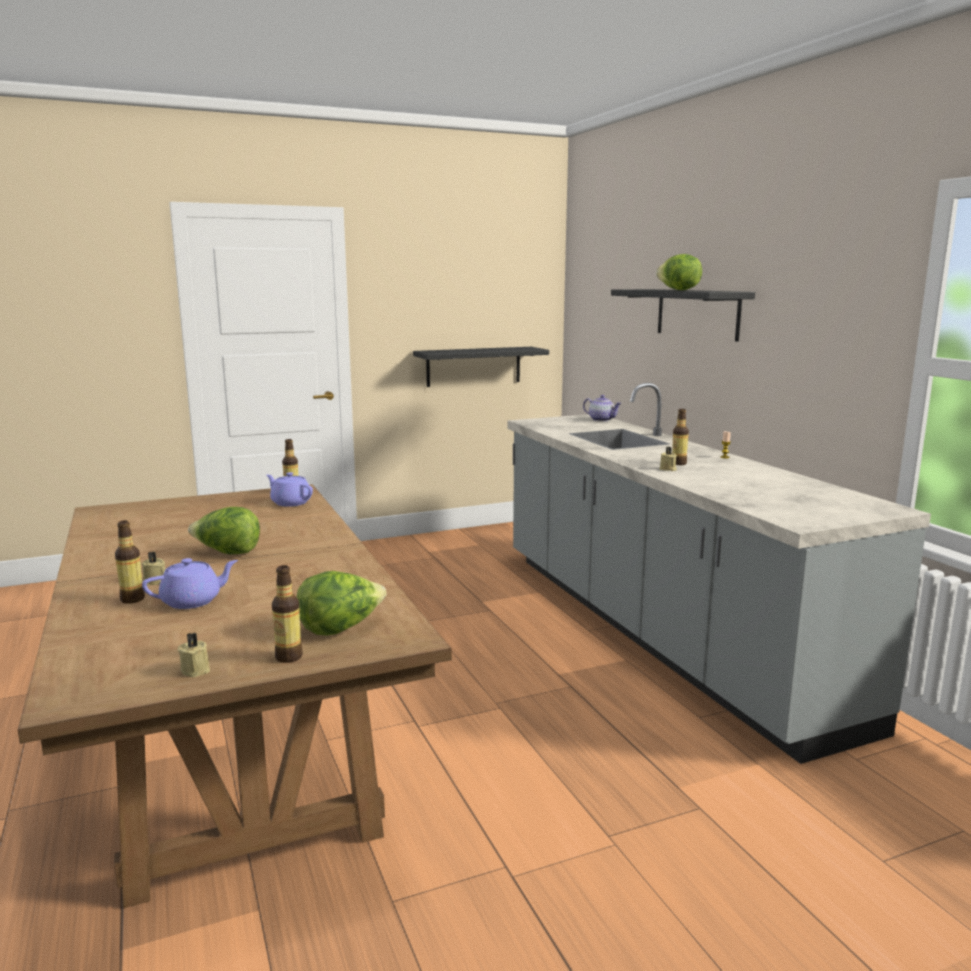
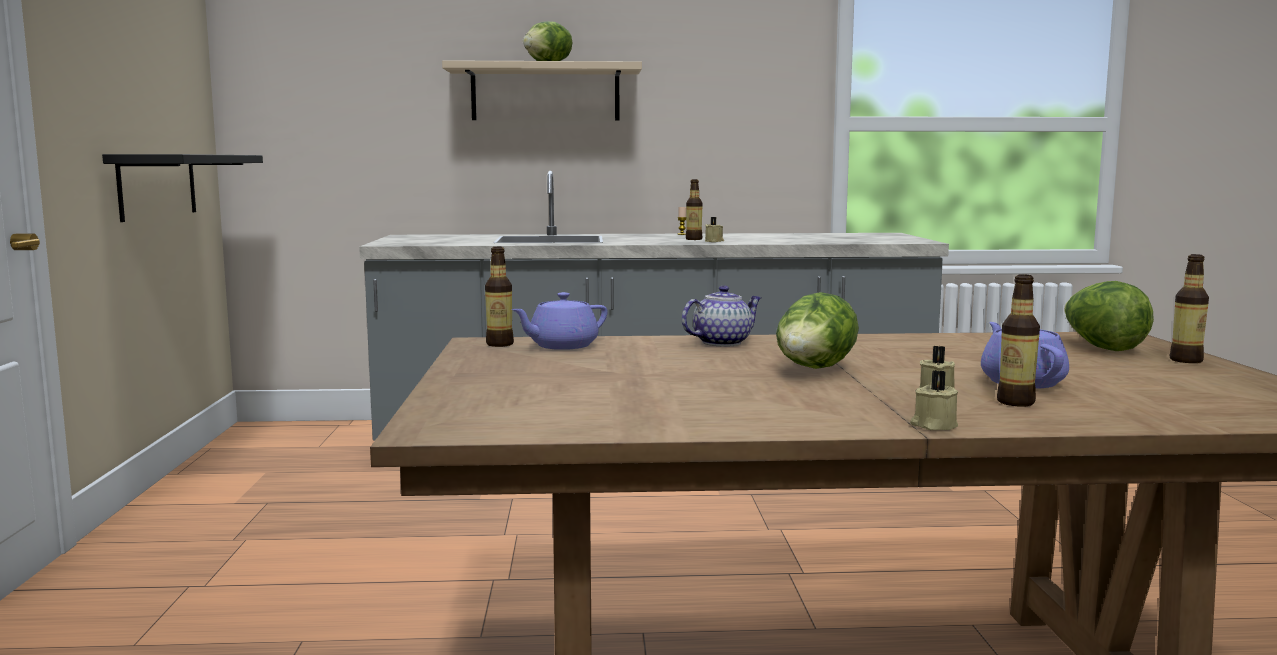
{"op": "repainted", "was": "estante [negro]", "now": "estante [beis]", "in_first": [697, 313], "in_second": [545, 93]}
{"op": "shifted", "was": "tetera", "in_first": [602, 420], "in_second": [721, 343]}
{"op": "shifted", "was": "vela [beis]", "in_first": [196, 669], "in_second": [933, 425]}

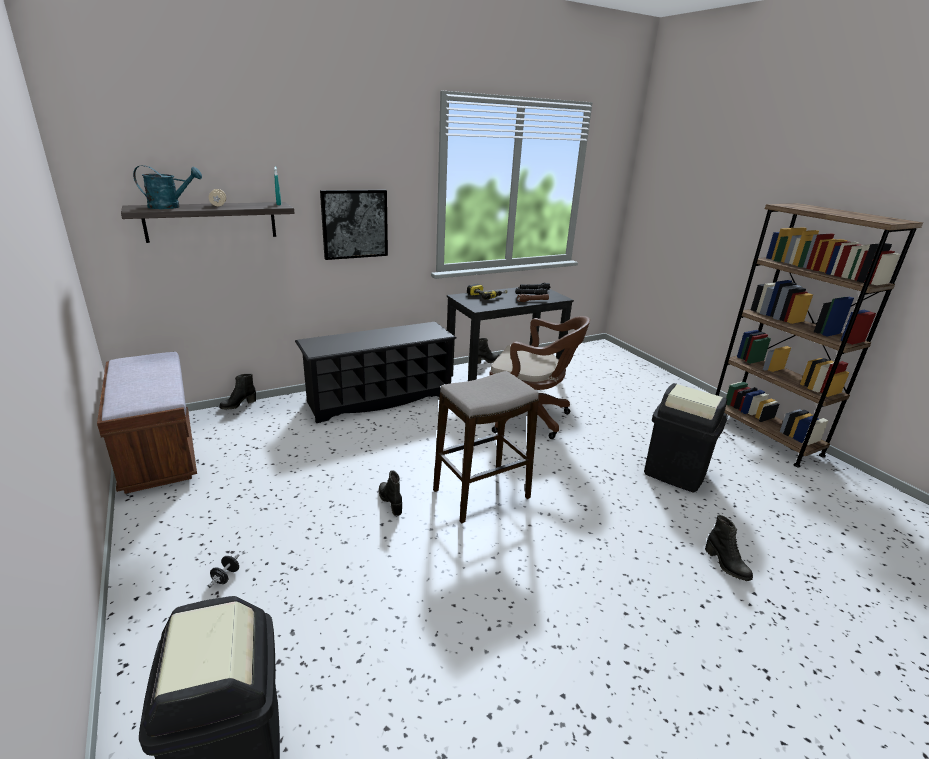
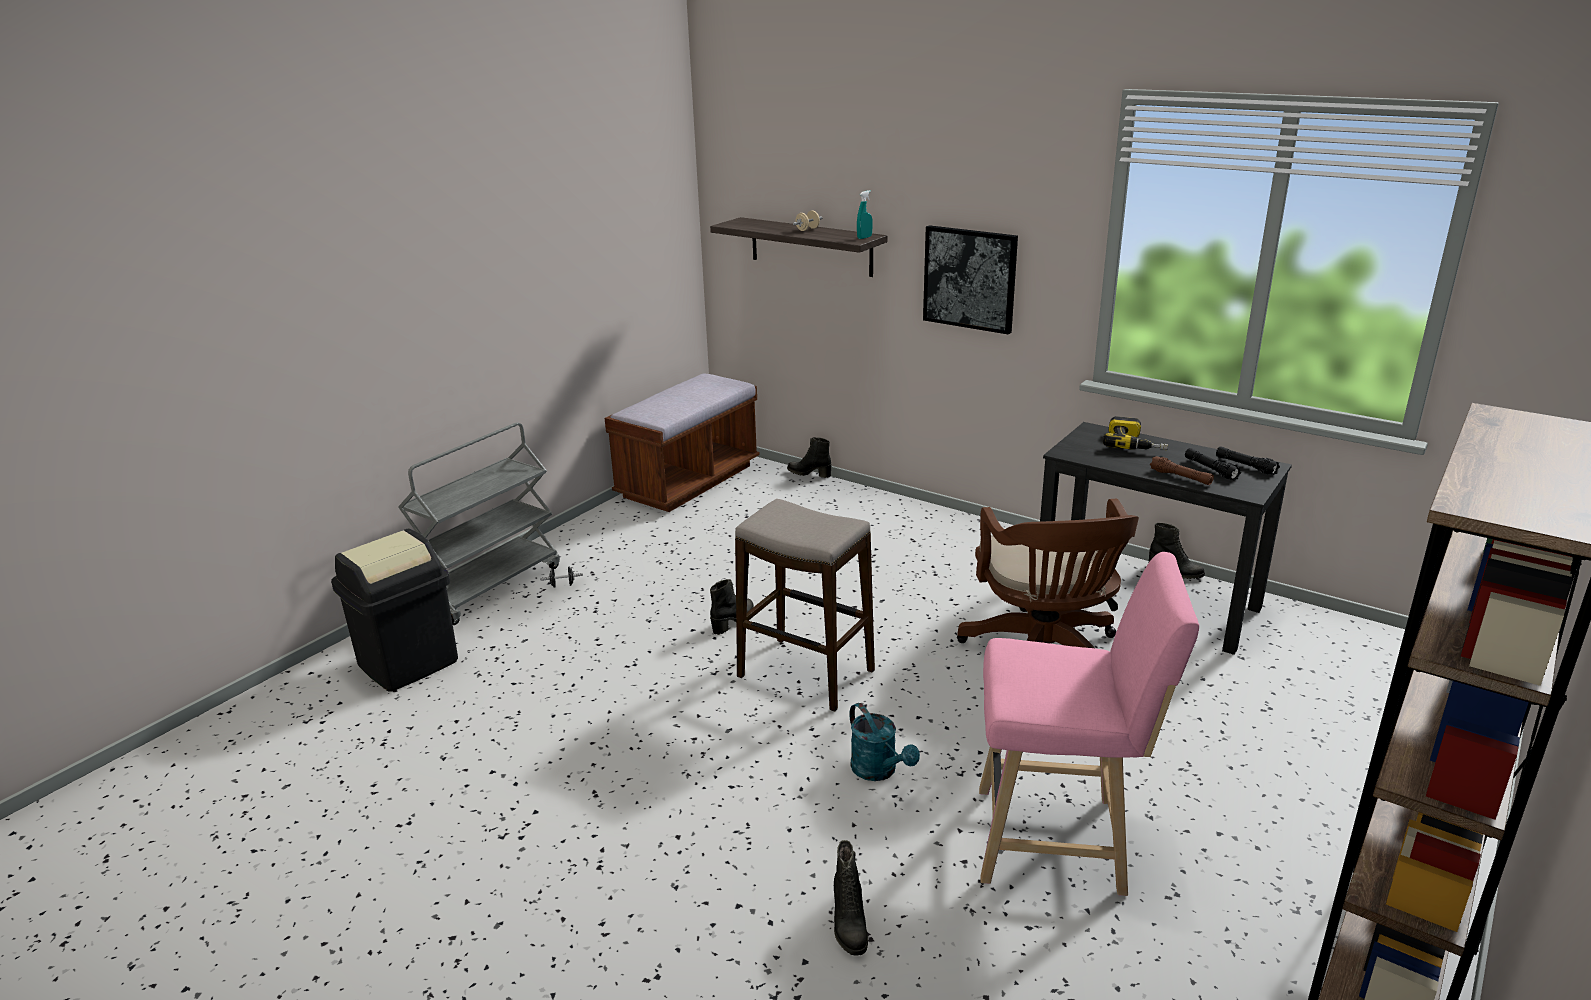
{"op": "new", "now": "carrito [gris]", "in_second": [490, 586]}
{"op": "rotated", "was": "bota [negro]", "in_first": [726, 565], "in_second": [848, 925], "clockwise": -45}
{"op": "shifted", "was": "regadera [turquesa]", "in_first": [170, 207], "in_second": [879, 771]}
{"op": "swapped", "was": "papelera [negro]", "now": "taburete [rosa]", "in_first": [675, 472], "in_second": [1060, 841]}
{"op": "gone", "was": "zapatero [negro]", "in_first": [379, 399]}

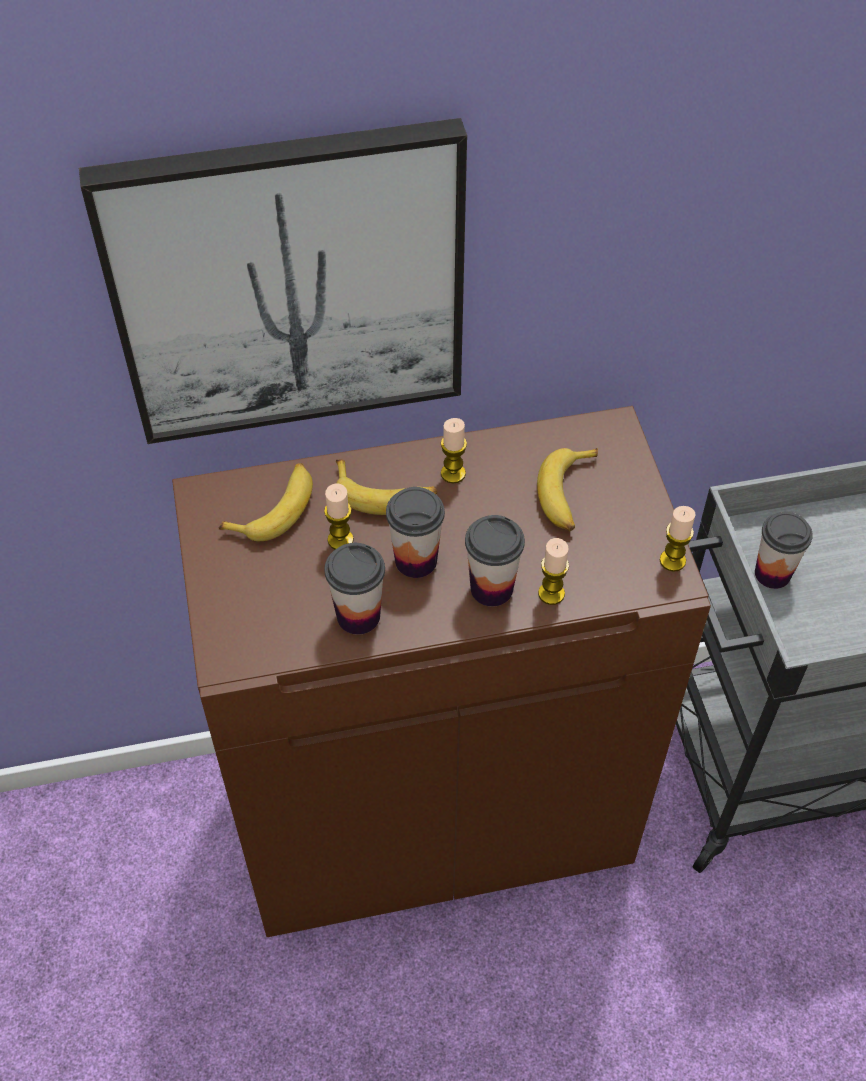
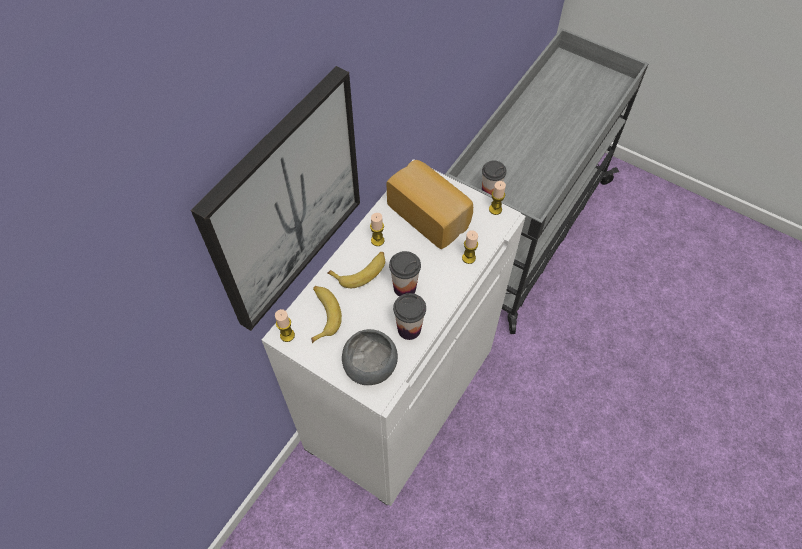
{"op": "repainted", "was": "armario [marrón]", "now": "armario [blanco]", "in_first": [434, 808], "in_second": [399, 396]}
{"op": "shifted", "was": "vela", "in_first": [340, 540], "in_second": [287, 335]}
{"op": "new", "now": "cuenco [gris]", "in_second": [371, 366]}
{"op": "swapped", "was": "plátano", "now": "pan", "in_first": [567, 495], "in_second": [430, 214]}
{"op": "gone", "was": "taza", "in_first": [491, 588]}

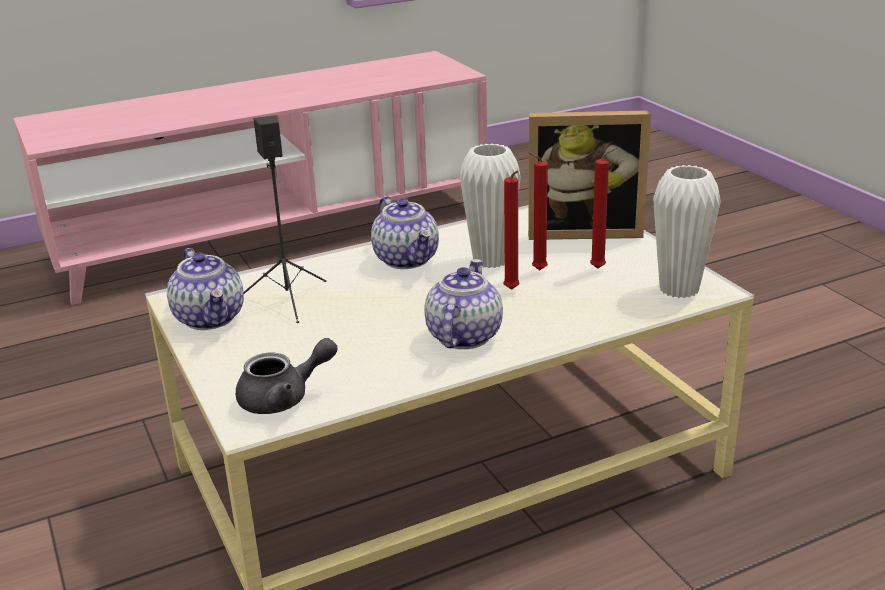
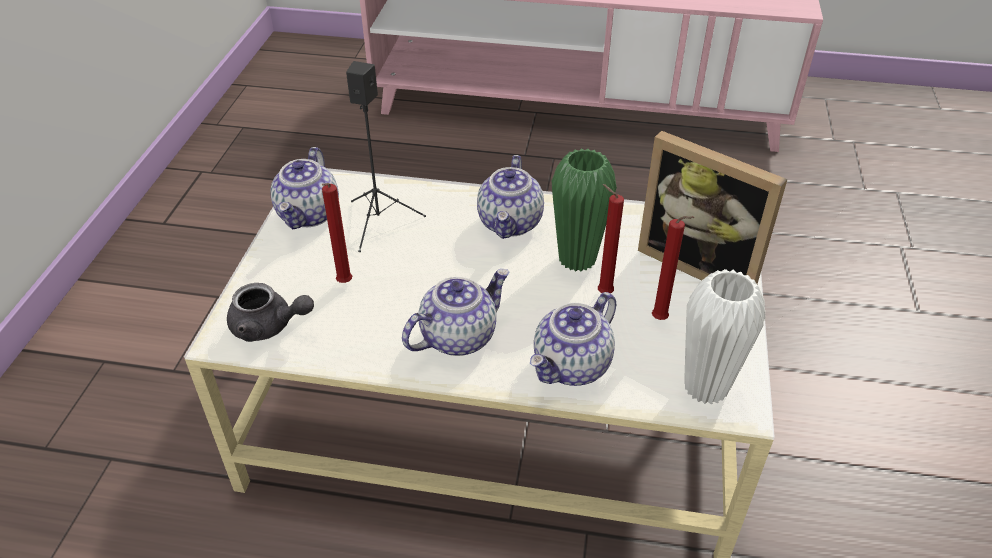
{"op": "shifted", "was": "vela [rojo]", "in_first": [512, 290], "in_second": [343, 284]}
{"op": "new", "now": "tetera", "in_second": [572, 366]}
{"op": "repainted", "was": "florero [blanco]", "now": "florero [verde]", "in_first": [491, 260], "in_second": [577, 259]}

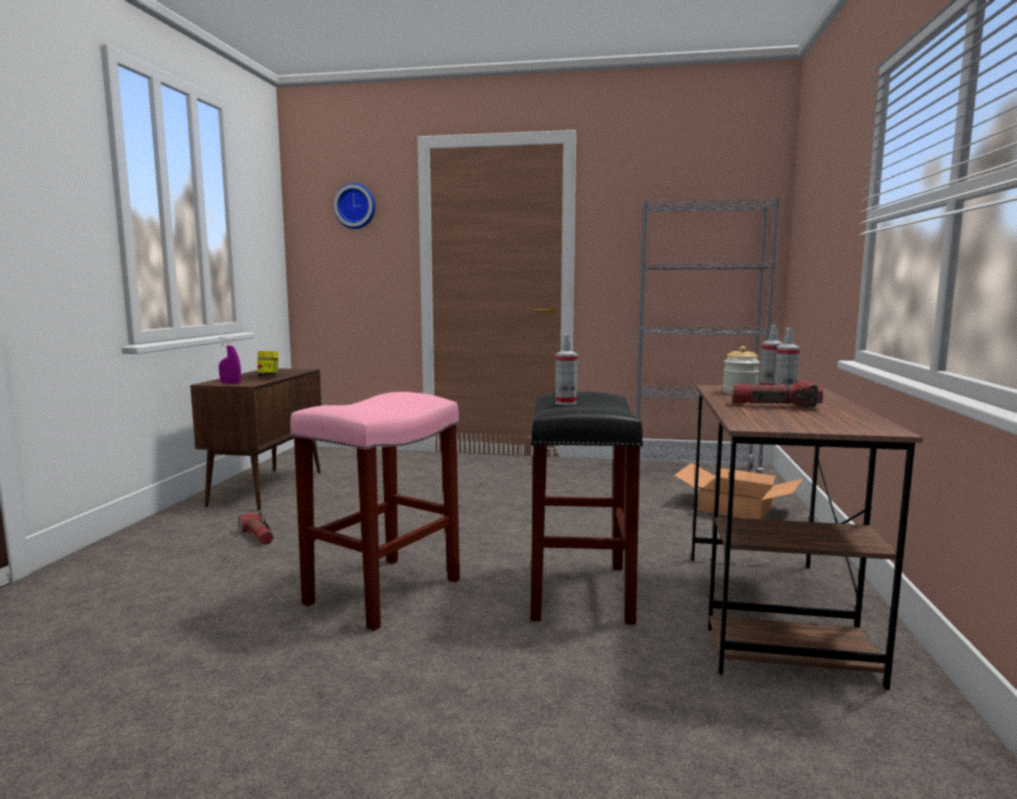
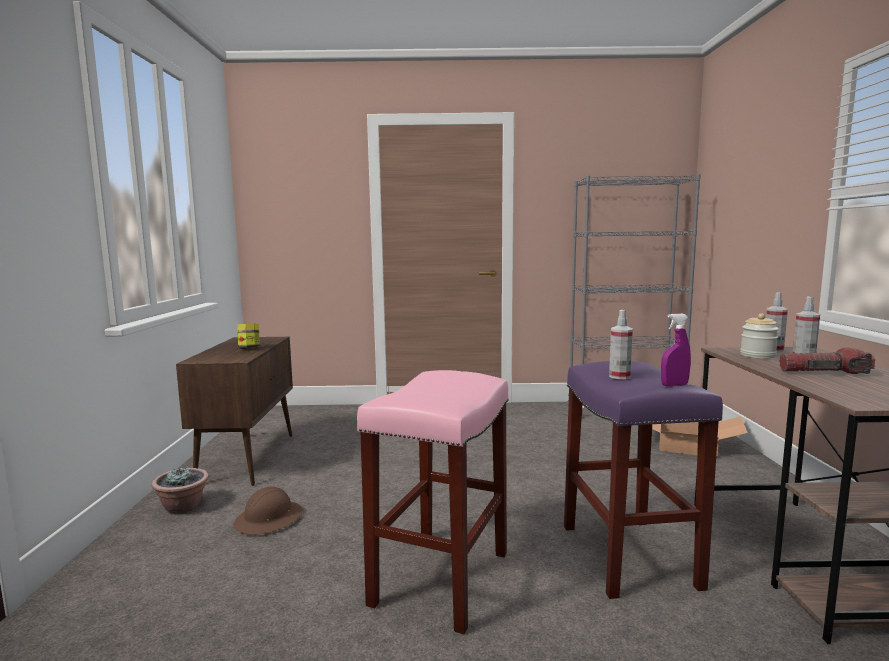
{"op": "new", "now": "planta en maceta", "in_second": [183, 507]}
{"op": "swapped", "was": "linterna", "now": "casco [marrón]", "in_first": [257, 536], "in_second": [269, 519]}
{"op": "repainted", "was": "taburete [negro]", "now": "taburete [morado]", "in_first": [579, 591], "in_second": [626, 554]}
{"op": "shifted", "was": "pulverizador [morado]", "in_first": [230, 383], "in_second": [674, 385]}
{"op": "gone", "was": "reloj de pared", "in_first": [356, 206]}

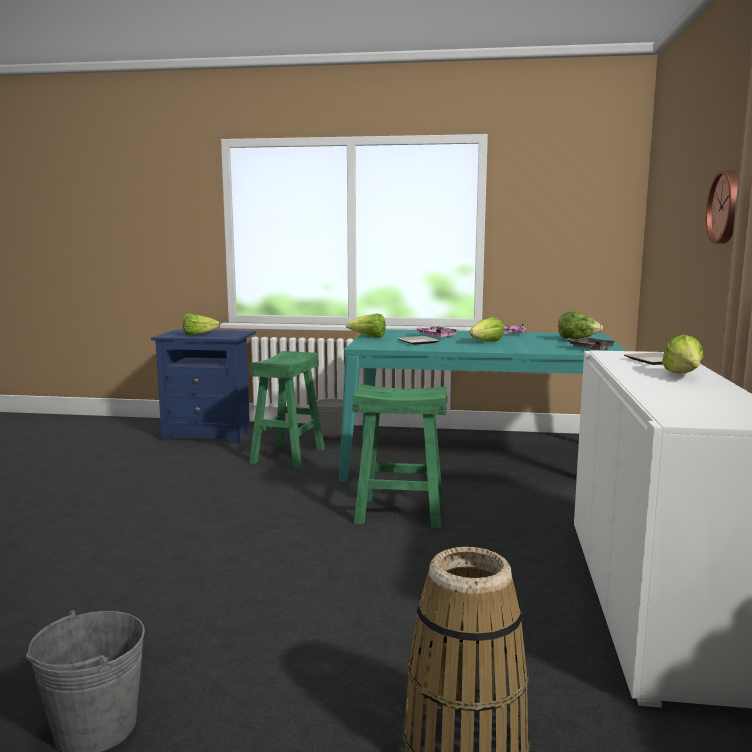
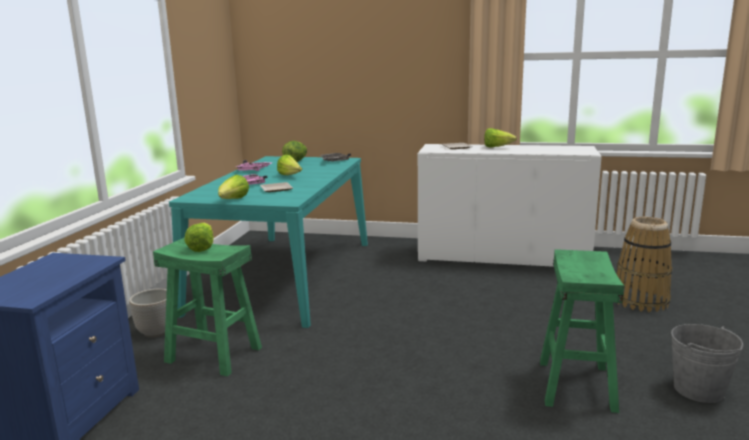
{"op": "shifted", "was": "lechuga", "in_first": [198, 335], "in_second": [202, 247]}
{"op": "shifted", "was": "taburete [verde]", "in_first": [399, 513], "in_second": [577, 385]}
{"op": "gone", "was": "reloj de pared", "in_first": [727, 207]}

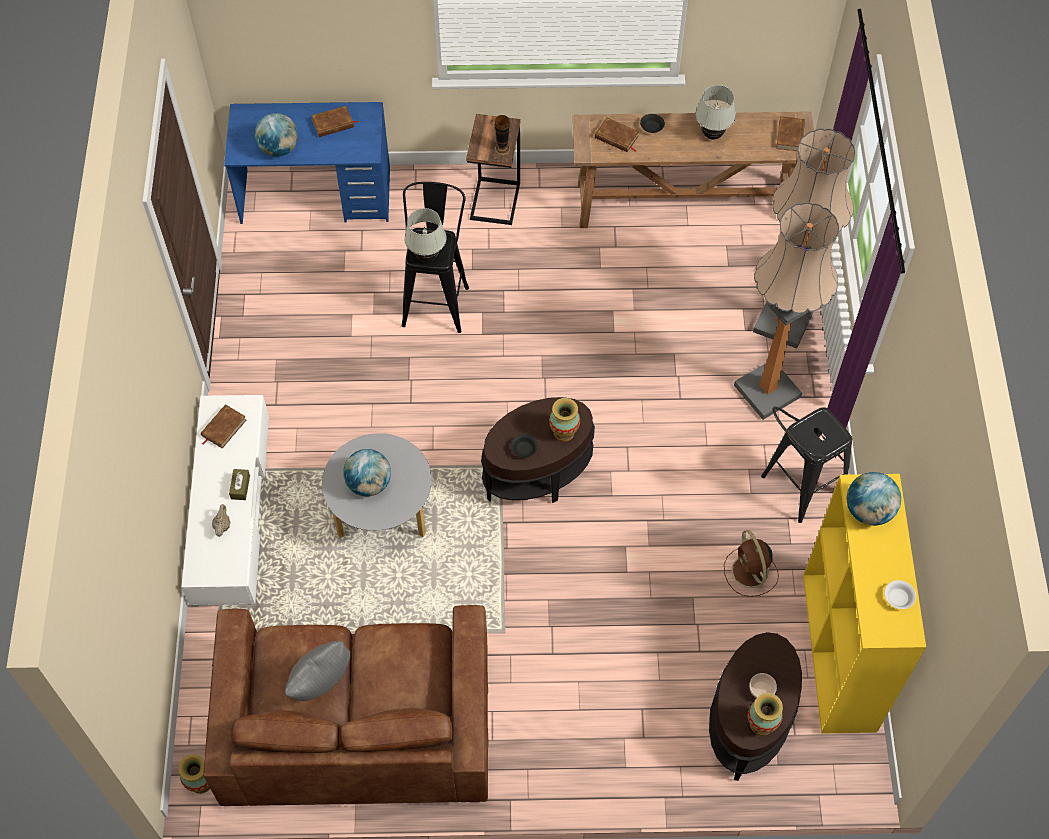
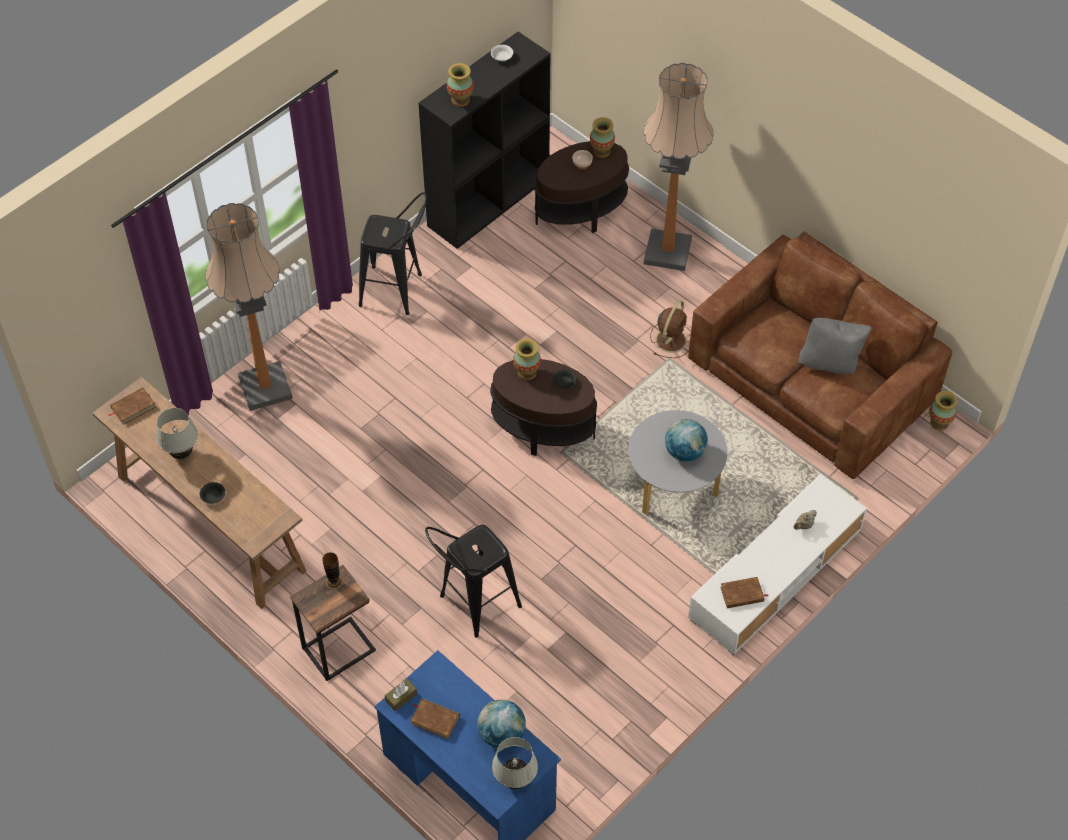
{"op": "shifted", "was": "caja de pañuelos [marrón]", "in_first": [240, 487], "in_second": [401, 697]}
{"op": "repainted", "was": "estantería [amarillo]", "now": "estantería [negro]", "in_first": [840, 653], "in_second": [488, 200]}
{"op": "swapped", "was": "globo terráqueo", "now": "florero", "in_first": [868, 511], "in_second": [460, 100]}
{"op": "shifted", "was": "lámpara de mesa [blanco]", "in_first": [427, 257], "in_second": [515, 781]}
{"op": "shifted", "was": "lámpara de pie", "in_first": [767, 391], "in_second": [667, 251]}
{"op": "shifted", "was": "ventilador [marrón]", "in_first": [750, 573], "in_second": [671, 339]}
{"op": "gone", "was": "libro [marrón]", "in_first": [616, 137]}

